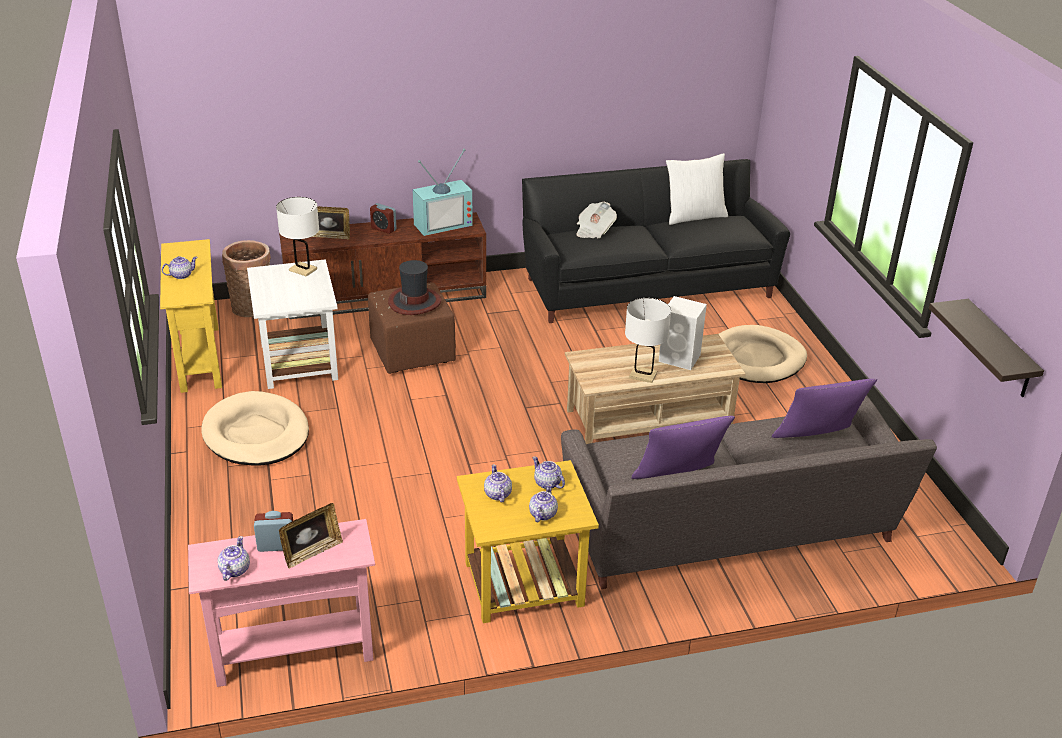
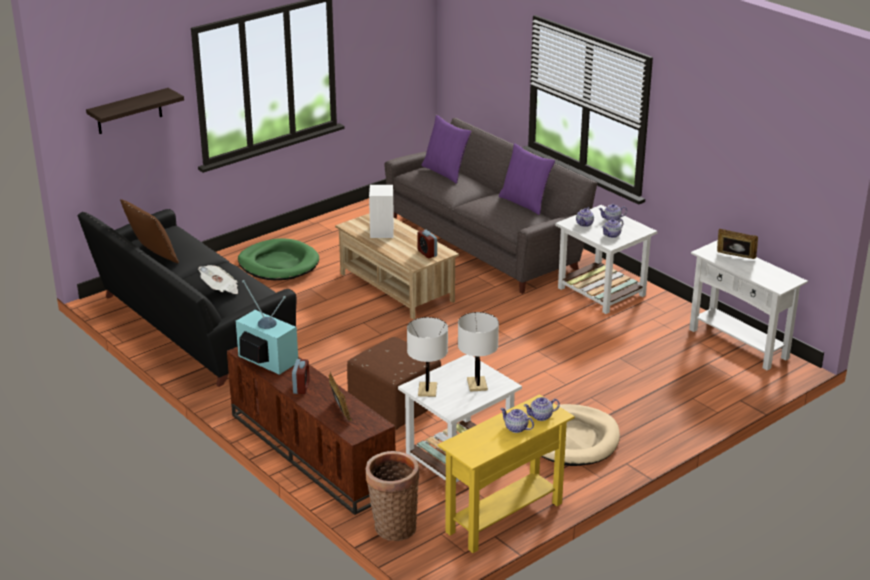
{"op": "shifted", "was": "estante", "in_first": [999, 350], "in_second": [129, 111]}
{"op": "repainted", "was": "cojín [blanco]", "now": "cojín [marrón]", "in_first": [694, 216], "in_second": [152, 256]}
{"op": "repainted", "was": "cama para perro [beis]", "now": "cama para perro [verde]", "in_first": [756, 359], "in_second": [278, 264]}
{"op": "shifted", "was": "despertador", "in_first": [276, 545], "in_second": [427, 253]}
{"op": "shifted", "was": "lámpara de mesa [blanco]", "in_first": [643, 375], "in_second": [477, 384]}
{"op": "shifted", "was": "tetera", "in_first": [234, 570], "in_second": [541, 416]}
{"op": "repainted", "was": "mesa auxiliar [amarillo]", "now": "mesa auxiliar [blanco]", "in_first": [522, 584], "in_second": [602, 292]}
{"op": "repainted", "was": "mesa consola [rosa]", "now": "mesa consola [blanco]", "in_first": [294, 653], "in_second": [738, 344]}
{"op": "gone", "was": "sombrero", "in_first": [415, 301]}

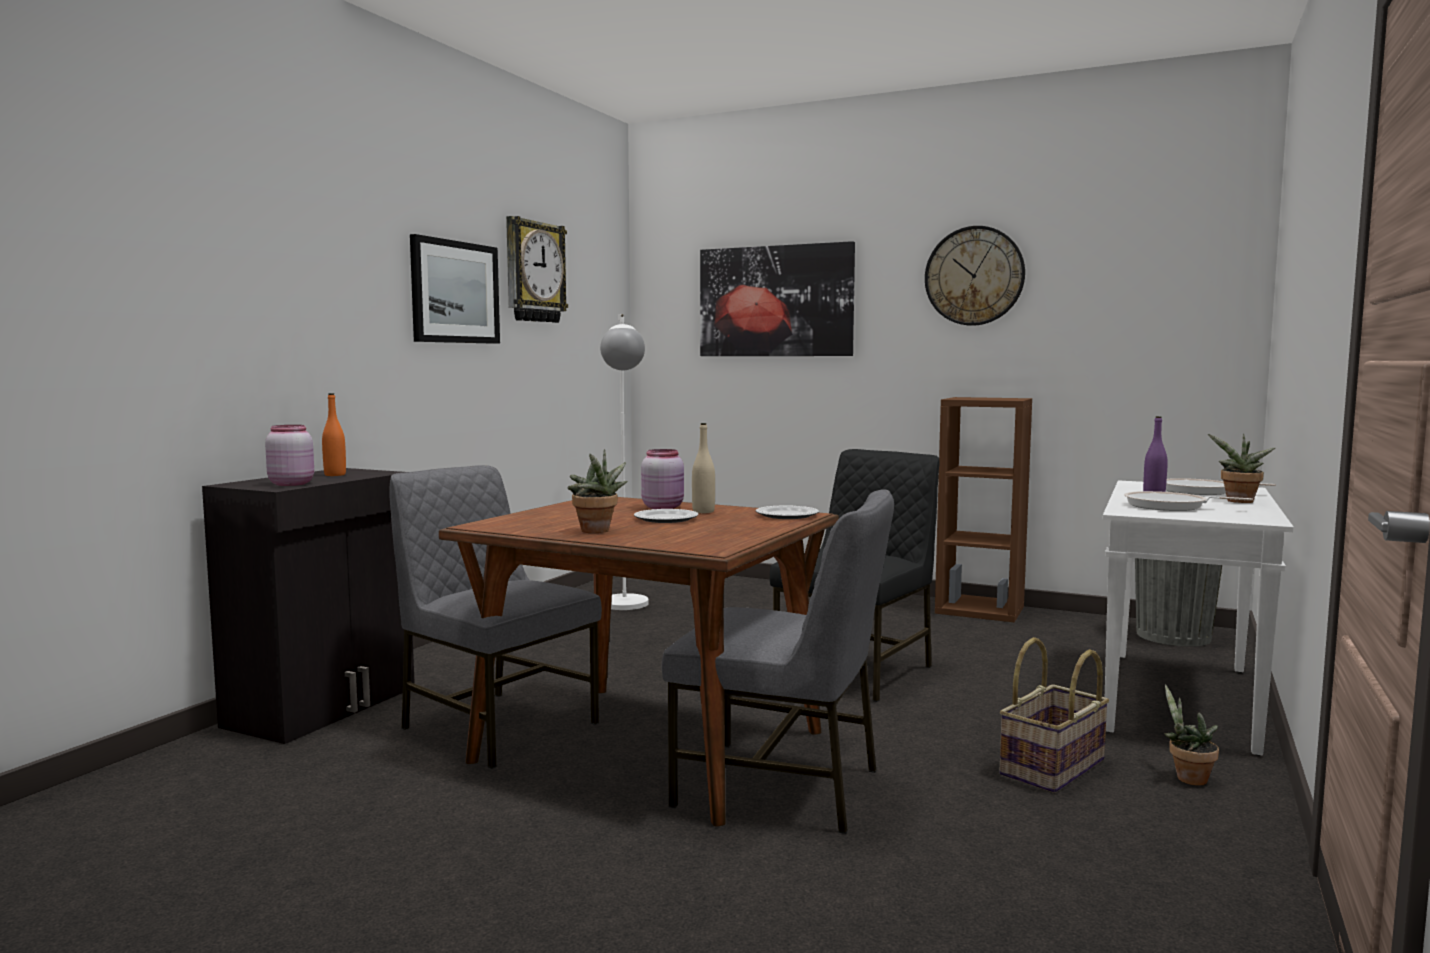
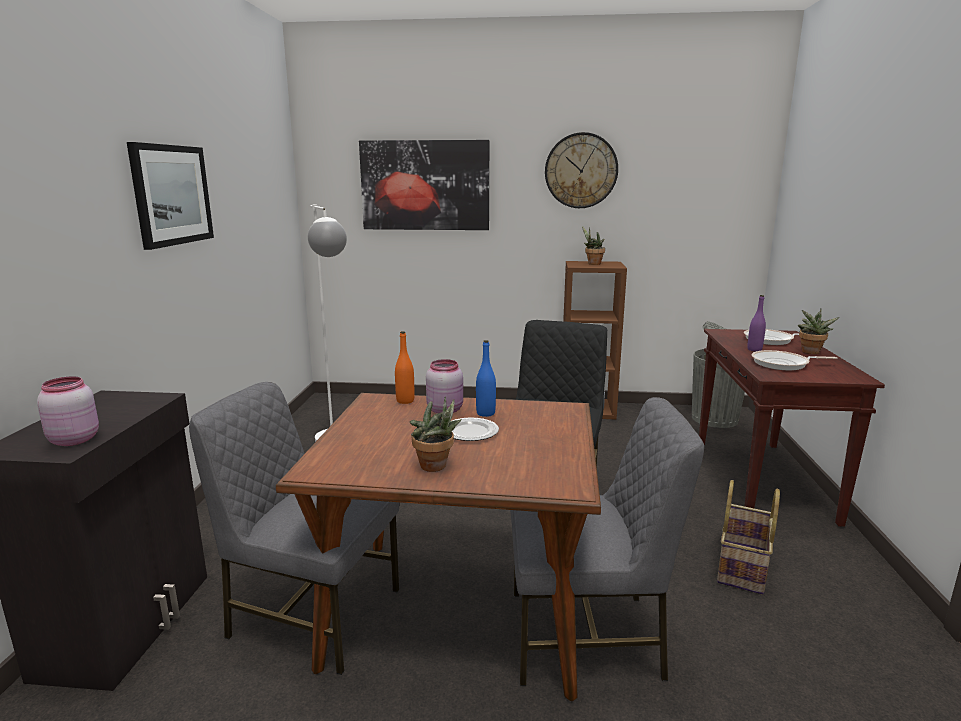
{"op": "shifted", "was": "botella [naranja]", "in_first": [335, 475], "in_second": [405, 401]}
{"op": "repainted", "was": "botella [beis]", "now": "botella [azul]", "in_first": [703, 511], "in_second": [485, 413]}
{"op": "shifted", "was": "planta en maceta", "in_first": [1187, 778], "in_second": [592, 264]}
{"op": "repainted", "was": "mesa consola [blanco]", "now": "mesa consola [marrón]", "in_first": [1181, 700], "in_second": [763, 480]}
{"op": "gone", "was": "reloj de pared", "in_first": [533, 272]}
{"op": "gone", "was": "plato", "in_first": [786, 515]}

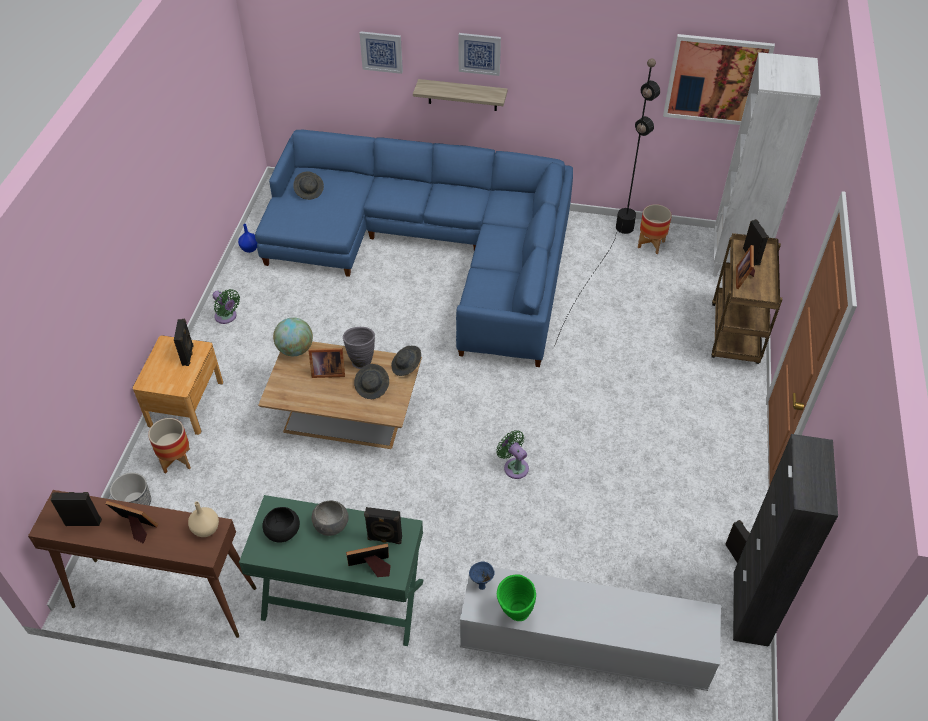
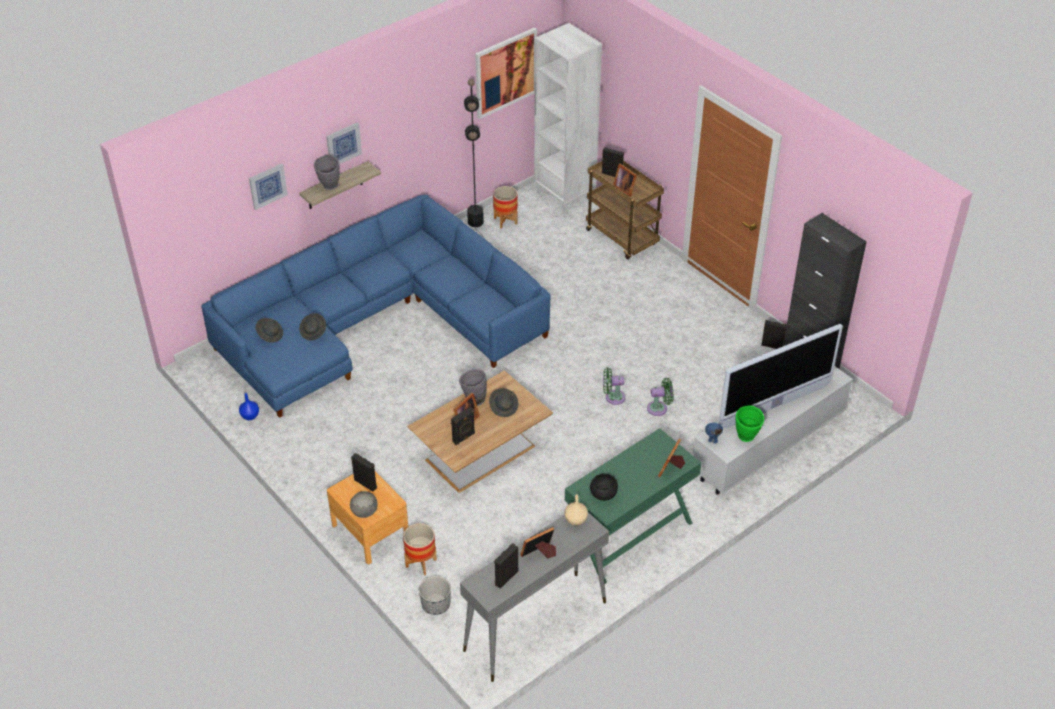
{"op": "shifted", "was": "sombrero [gris]", "in_first": [406, 366], "in_second": [313, 332]}
{"op": "new", "now": "florero [gris]", "in_second": [329, 187]}
{"op": "shifted", "was": "cuenco [gris]", "in_first": [331, 525], "in_second": [364, 511]}
{"op": "shifted", "was": "altavoz [negro]", "in_first": [384, 539], "in_second": [464, 438]}
{"op": "repainted", "was": "mesa consola [marrón]", "now": "mesa consola [gris]", "in_first": [163, 597], "in_second": [535, 626]}
{"op": "shifted", "was": "ventilador [verde]", "in_first": [227, 317], "in_second": [659, 408]}
{"op": "new", "now": "televisor", "in_second": [775, 406]}
{"op": "gone", "was": "globo terráqueo", "in_first": [295, 349]}

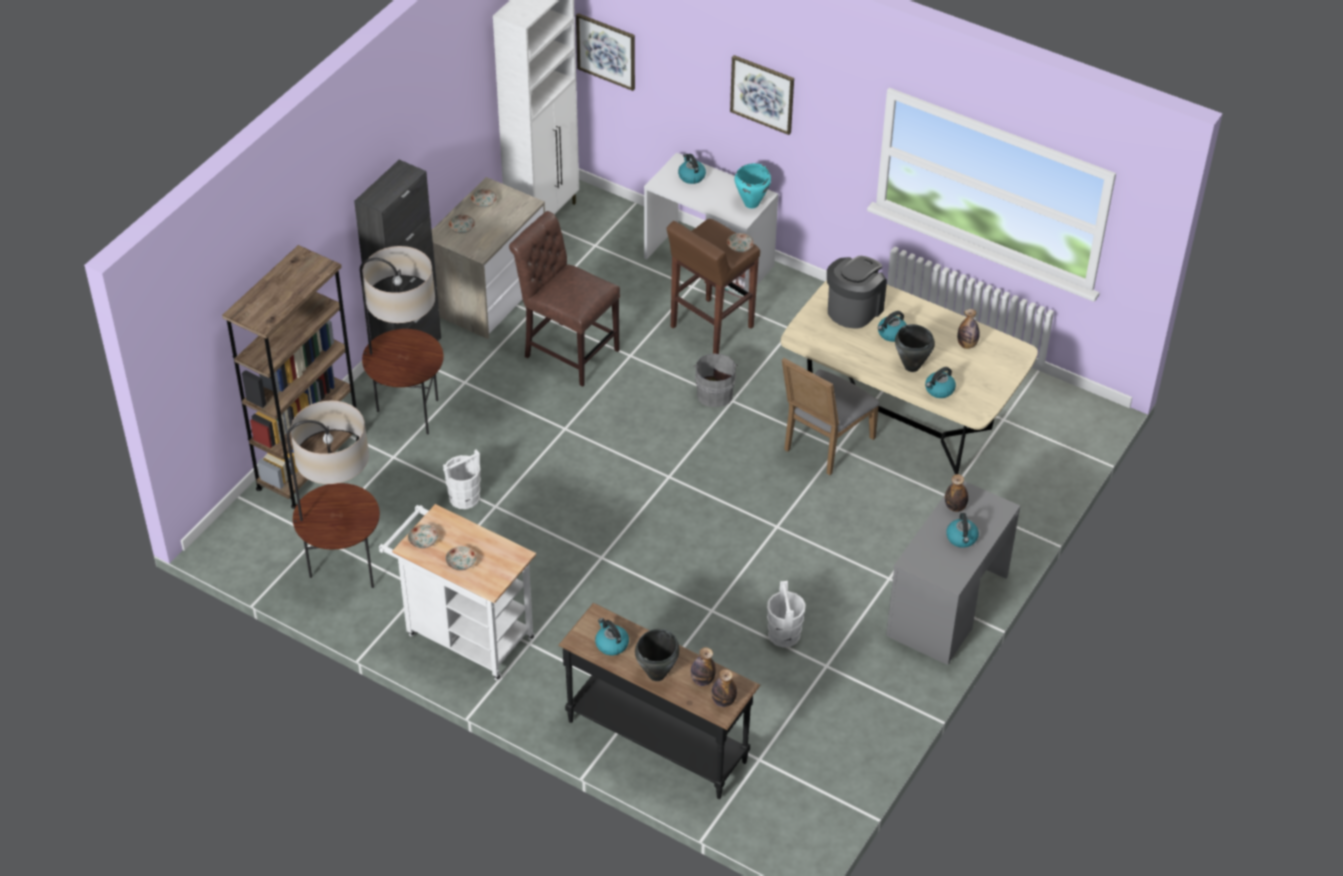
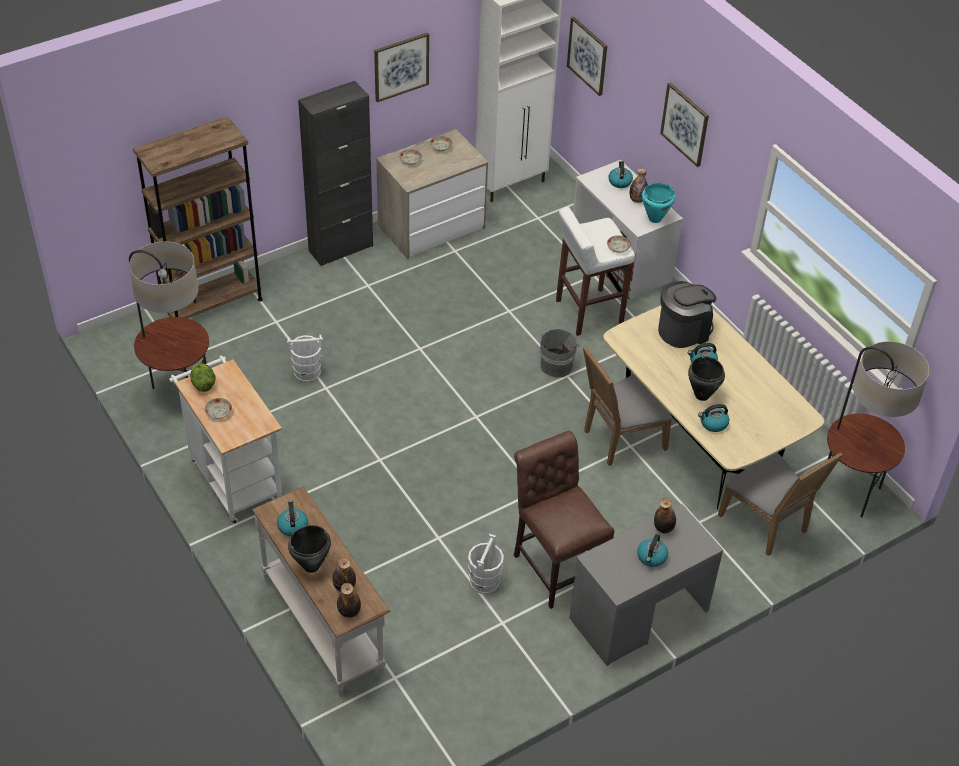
{"op": "swapped", "was": "plato", "now": "lechuga", "in_first": [423, 541], "in_second": [203, 384]}
{"op": "repainted", "was": "mesa consola [negro]", "now": "mesa consola [blanco]", "in_first": [658, 740], "in_second": [324, 625]}
{"op": "new", "now": "cuadro", "in_second": [401, 66]}
{"op": "shifted", "was": "silla [marrón]", "in_first": [567, 350], "in_second": [556, 565]}
{"op": "repainted", "was": "taburete [marrón]", "now": "taburete [blanco]", "in_first": [710, 327], "in_second": [588, 312]}
{"op": "shifted", "was": "botella", "in_first": [967, 344], "in_second": [637, 200]}
{"op": "new", "now": "silla [gris]", "in_second": [767, 525]}
{"op": "shifted", "was": "lámpara de pie", "in_first": [408, 414], "in_second": [849, 492]}

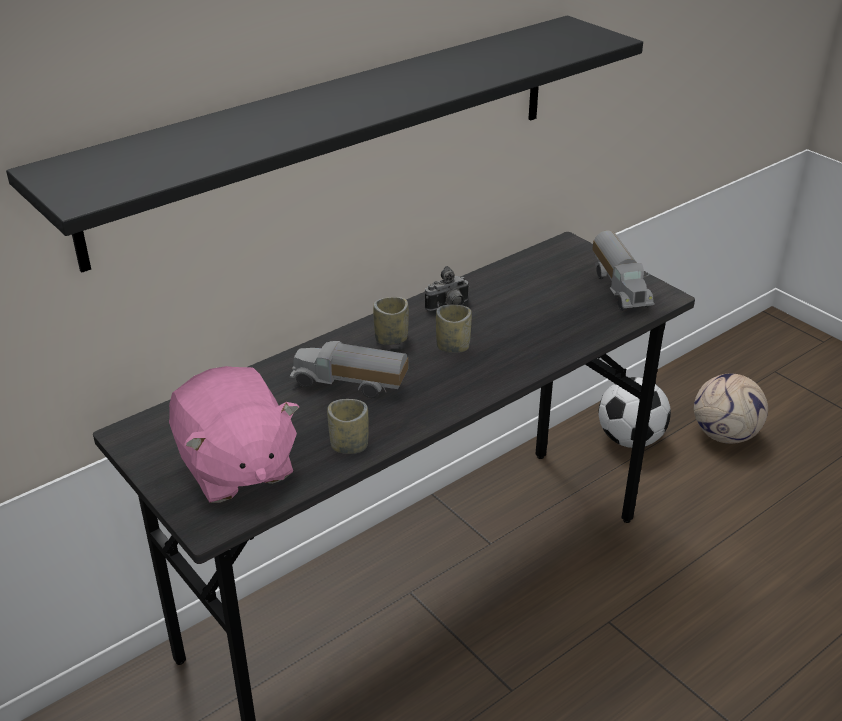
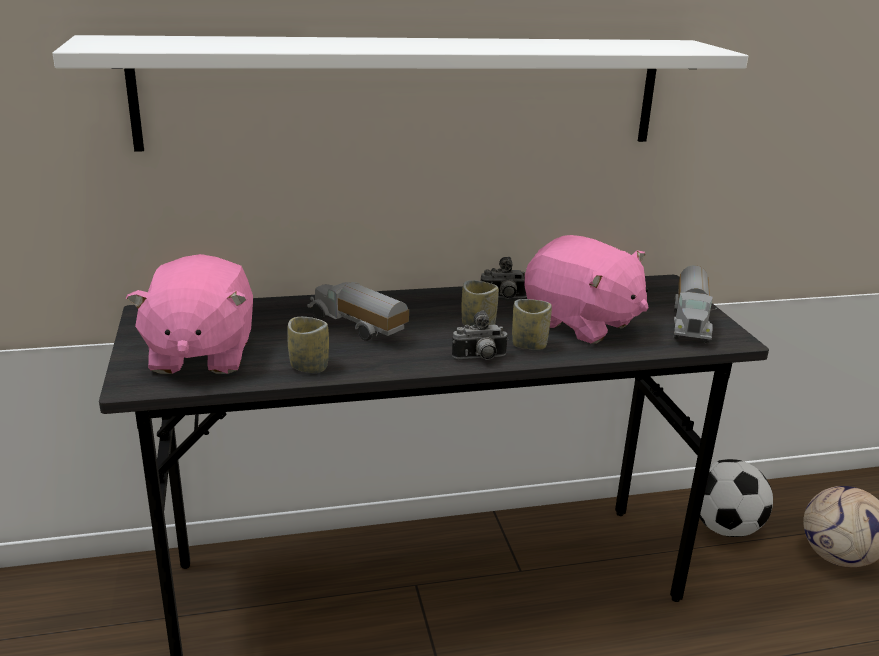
{"op": "repainted", "was": "estante [negro]", "now": "estante [blanco]", "in_first": [334, 133], "in_second": [407, 93]}
{"op": "new", "now": "cámara", "in_second": [480, 359]}
{"op": "shifted", "was": "taza", "in_first": [391, 339], "in_second": [529, 345]}
{"op": "new", "now": "peluche [rosa]", "in_second": [581, 323]}

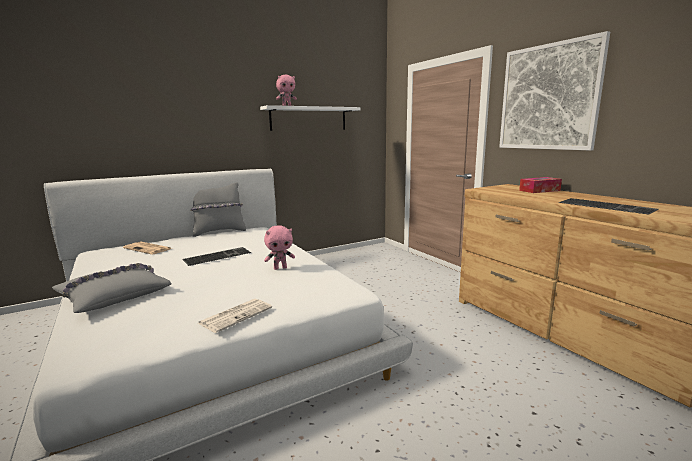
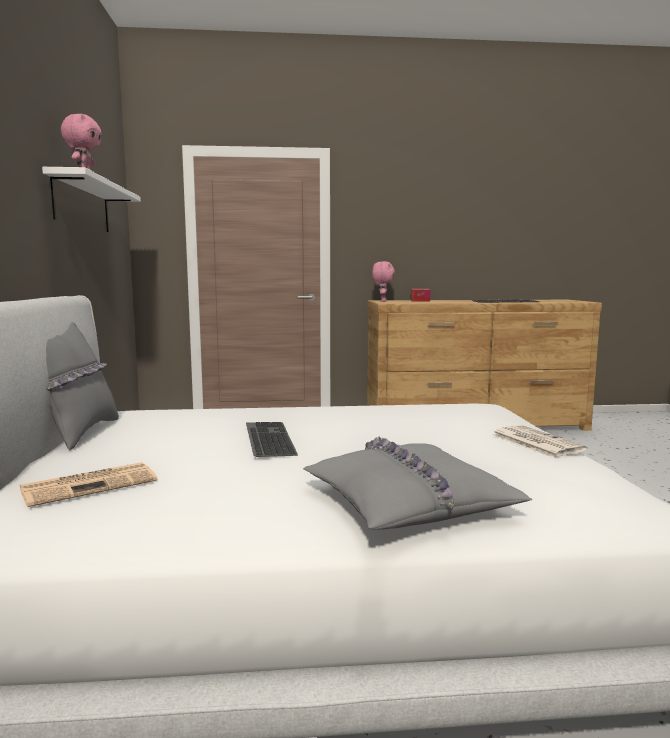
{"op": "shifted", "was": "peluche [rosa]", "in_first": [280, 268], "in_second": [382, 301]}
{"op": "gone", "was": "cuadro", "in_first": [548, 97]}

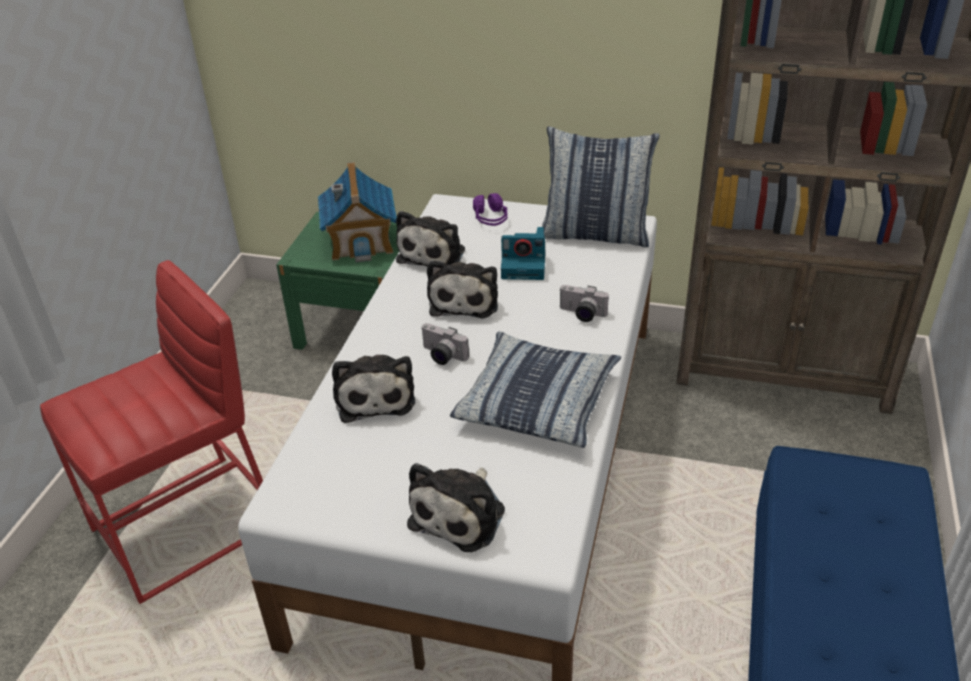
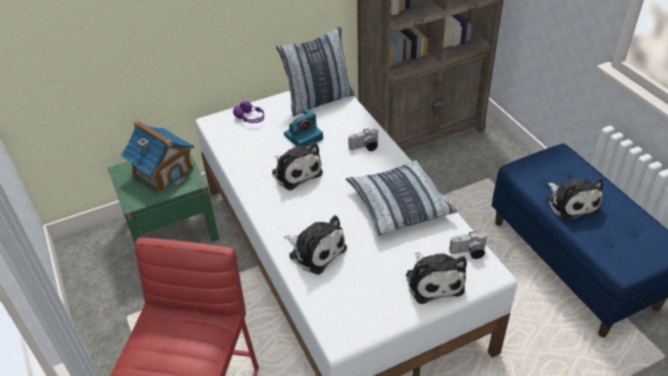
{"op": "shifted", "was": "cámara", "in_first": [441, 356], "in_second": [469, 253]}
{"op": "shifted", "was": "peluche", "in_first": [434, 254], "in_second": [571, 203]}

